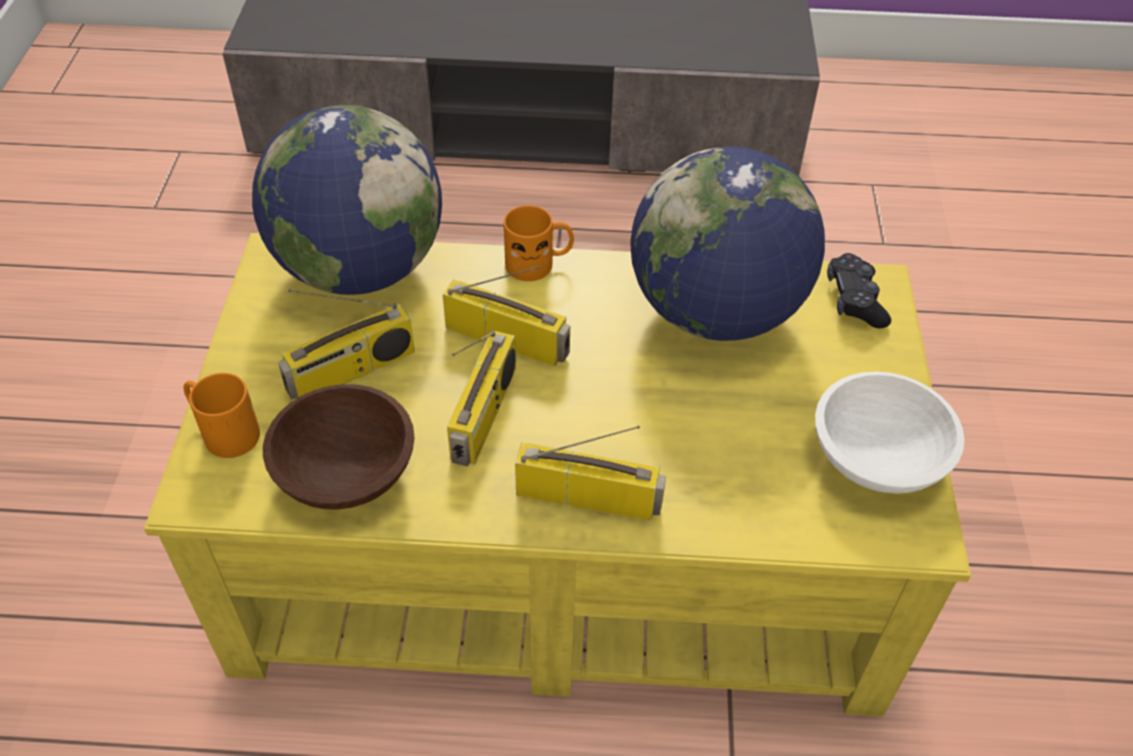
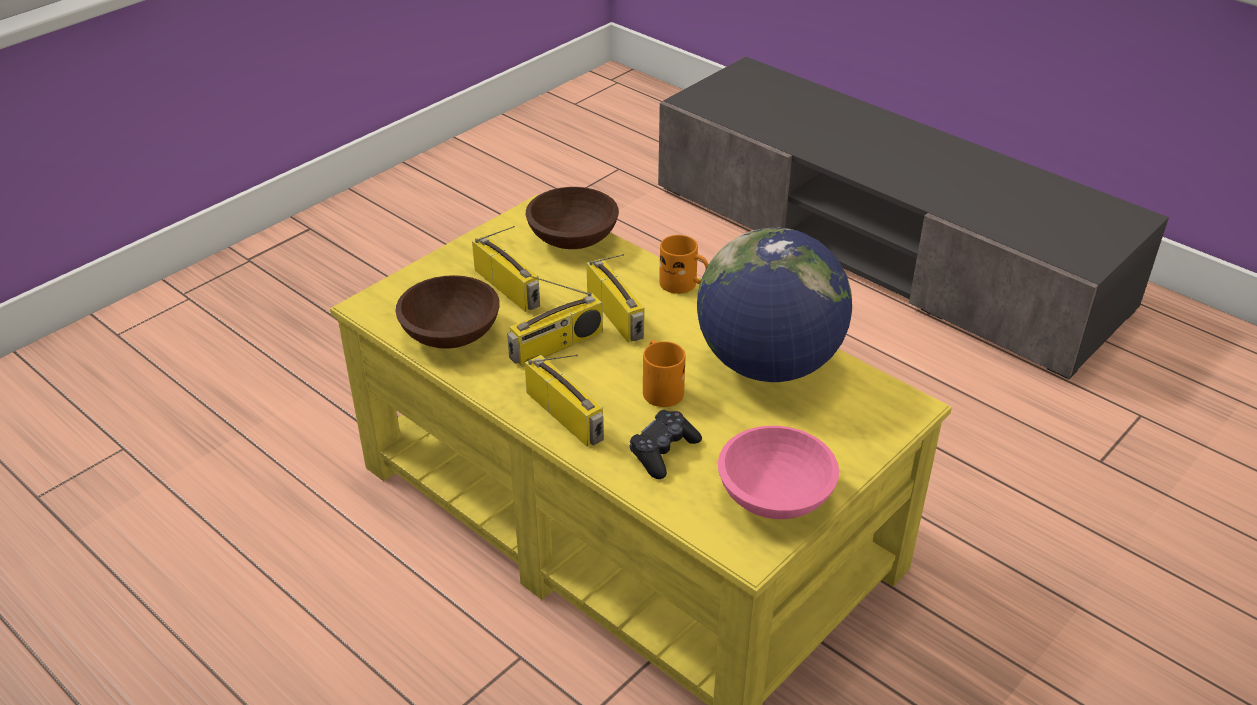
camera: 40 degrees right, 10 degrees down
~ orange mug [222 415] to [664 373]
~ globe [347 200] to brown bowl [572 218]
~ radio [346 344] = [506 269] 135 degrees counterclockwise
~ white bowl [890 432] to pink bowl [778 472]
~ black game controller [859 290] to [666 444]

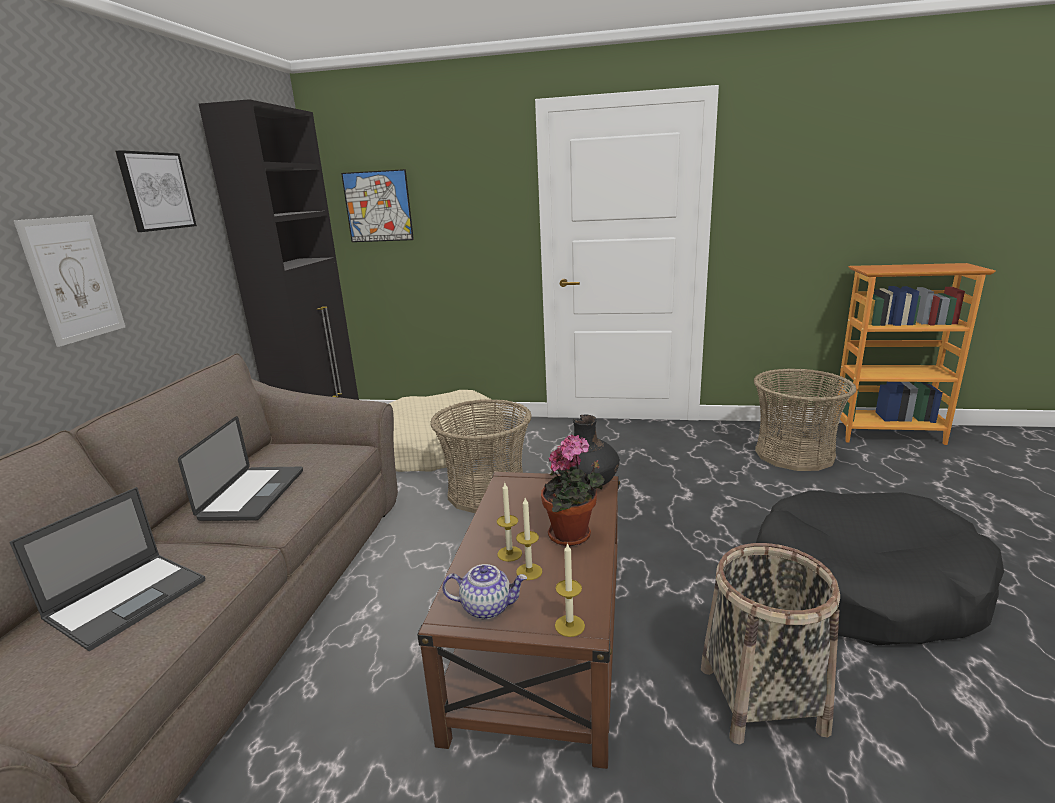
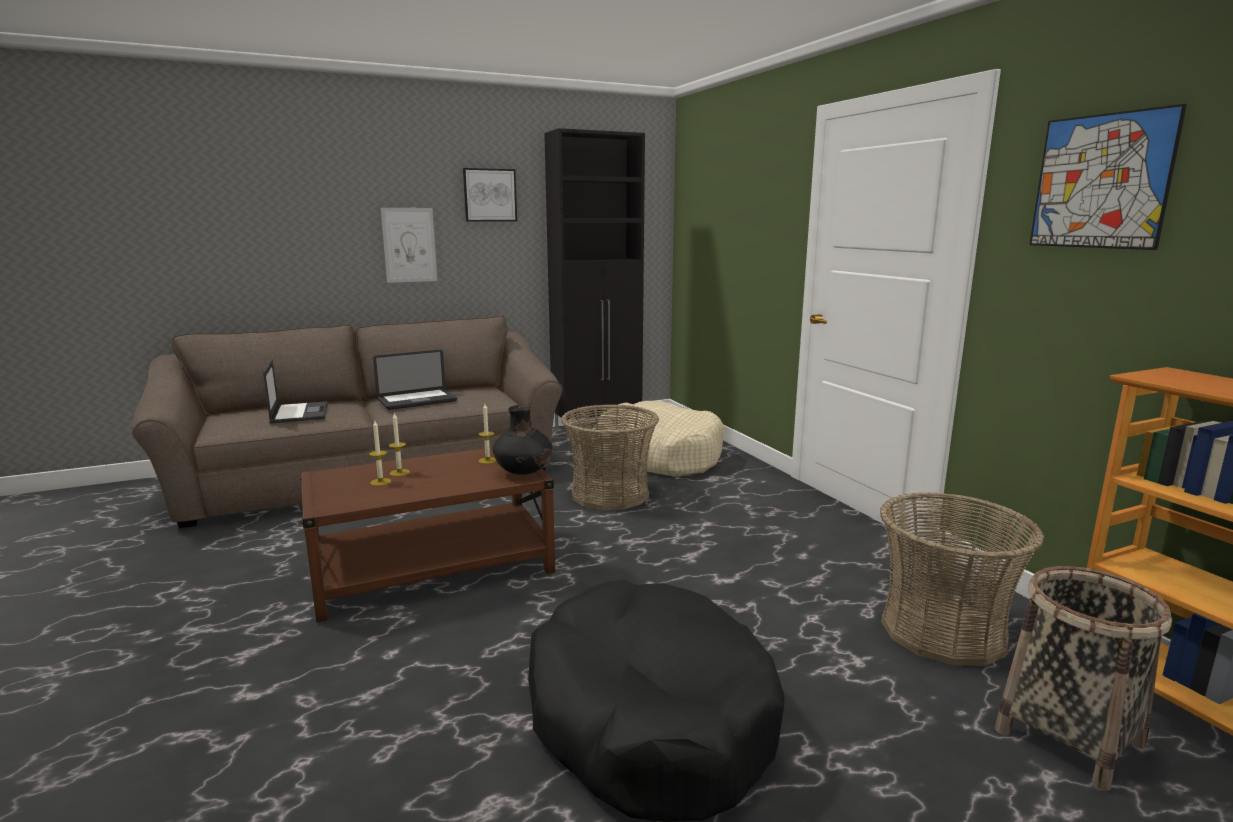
camera: 55 degrees right, 5 degrees down
~ laptop [107 569] = [295 392] 105 degrees counterclockwise
~ picture [377 205] to [1108 177]
- teapot [484 592]
- potted plant [573 490]
~ candle [570 590] to [487 434]
~ basket [770 644] to [1083 678]

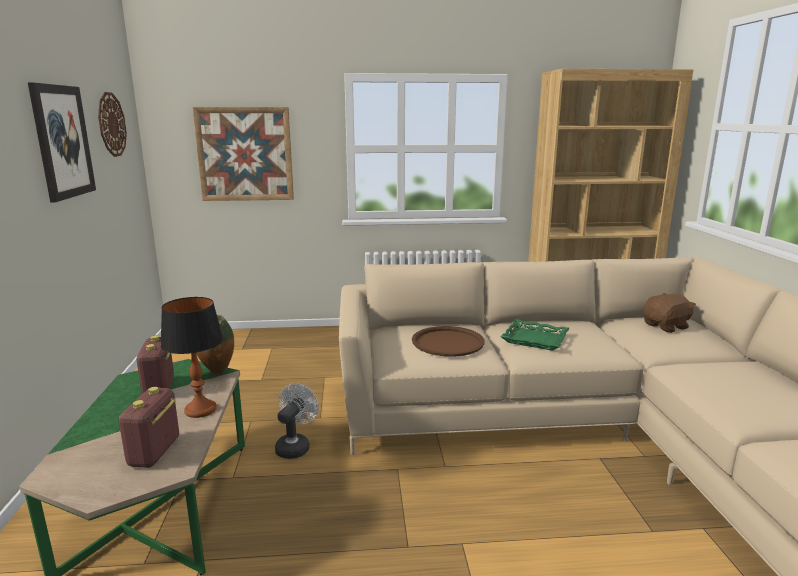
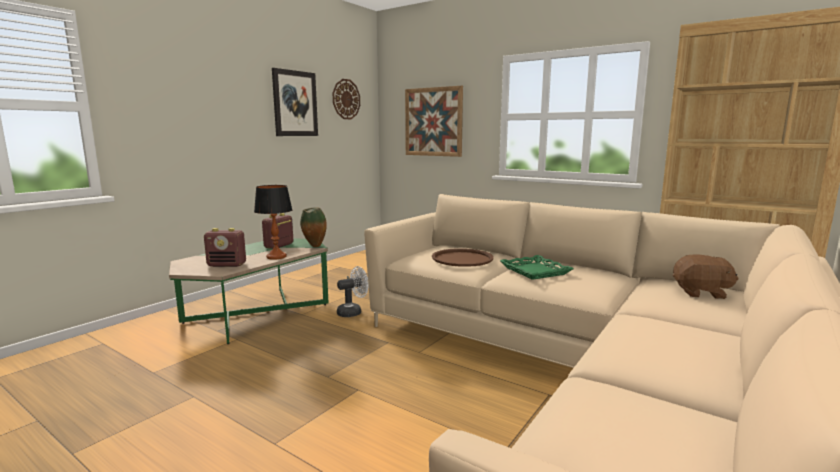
camera: 40 degrees right, 5 degrees down
~ radio [148 427] = [225 247] 135 degrees counterclockwise

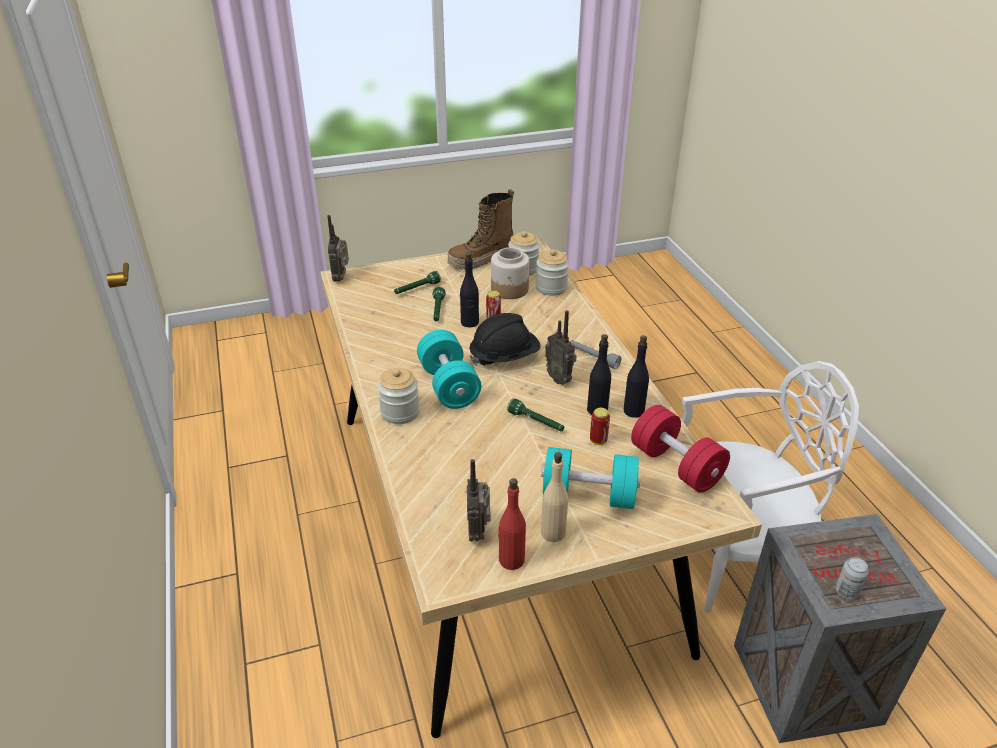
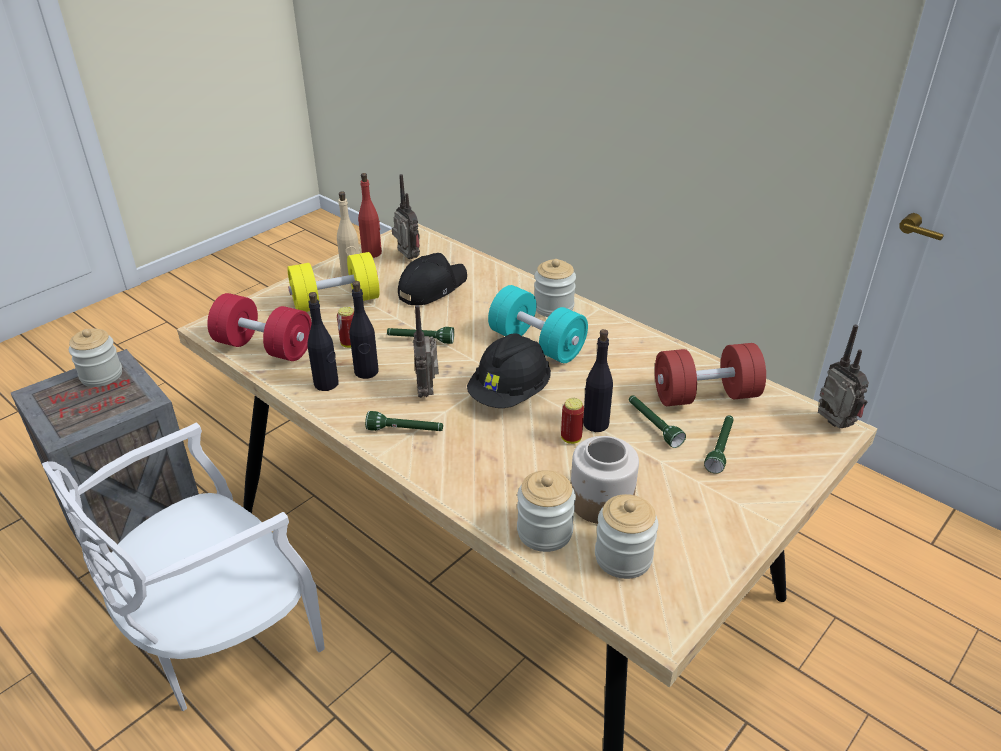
camera: 150 degrees right, 0 degrees up
- boot [481 229]
~ turquoise dumbbell [590 478] to yellow dumbbell [333 282]
~ radio [561 347] = [426 351] 120 degrees counterclockwise
~ grey flashlight [595 354] to green flashlight [404 421]
~ can [852 578] to jar [95 357]
+ black cap [432 279]
+ red dumbbell [710 374]

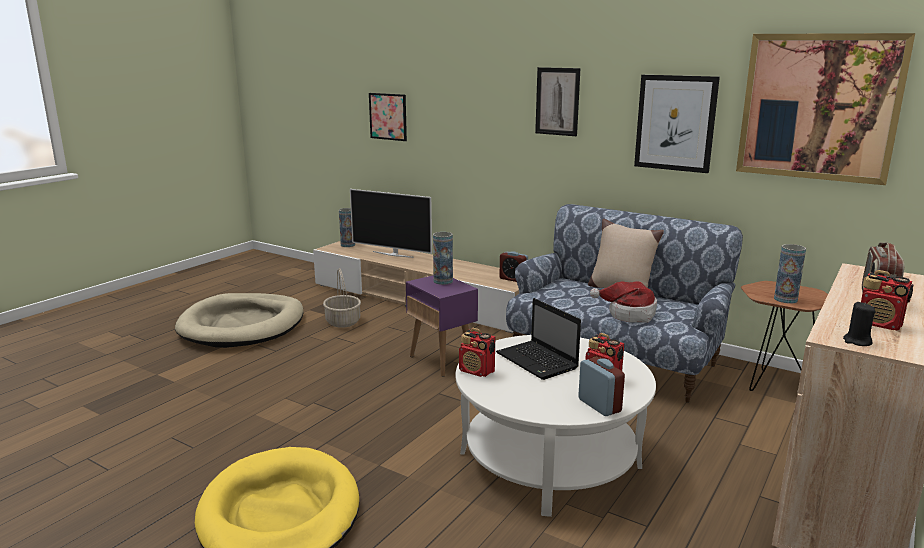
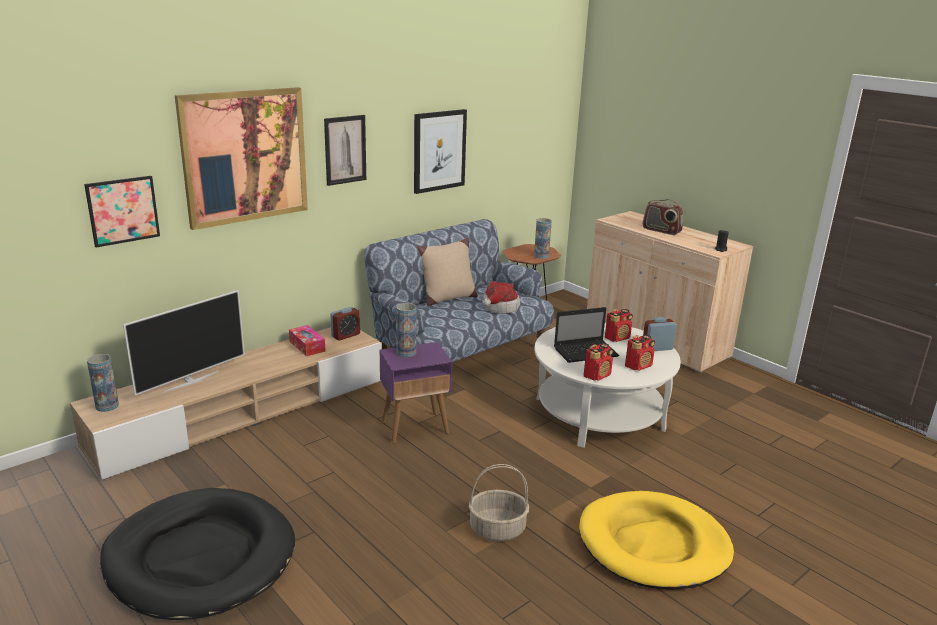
camera: 75 degrees left, 5 degrees up
~ beige dog bed [239 320] to black dog bed [197 554]
~ basket [342 298] to [499 503]
~ picture [825 109] to [241 158]
~ radio [887 300] to [640 353]
+ tissue box [307 340]

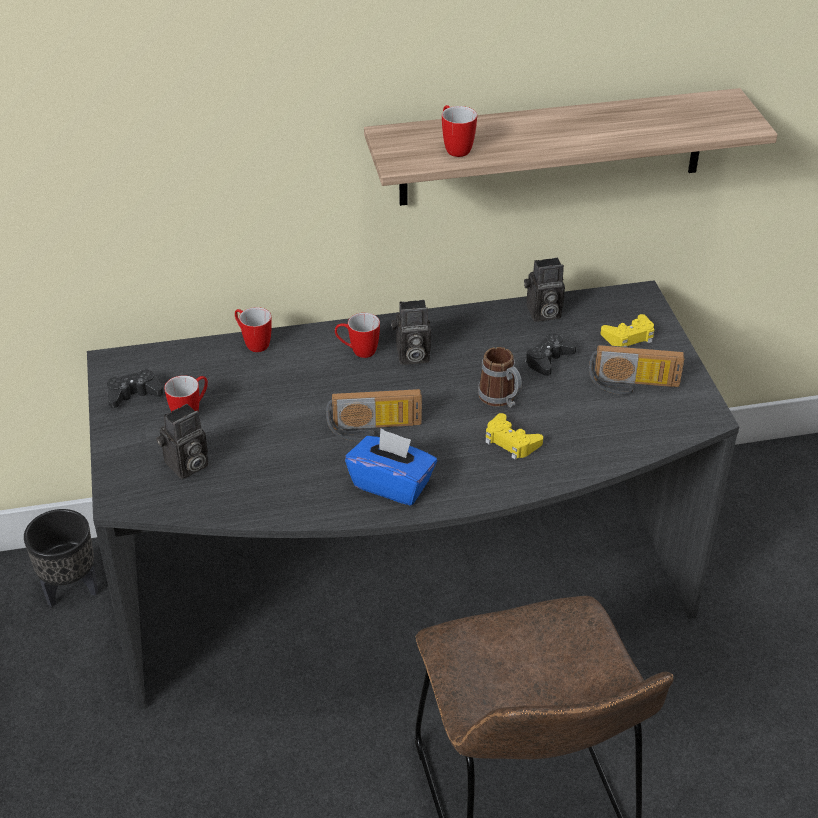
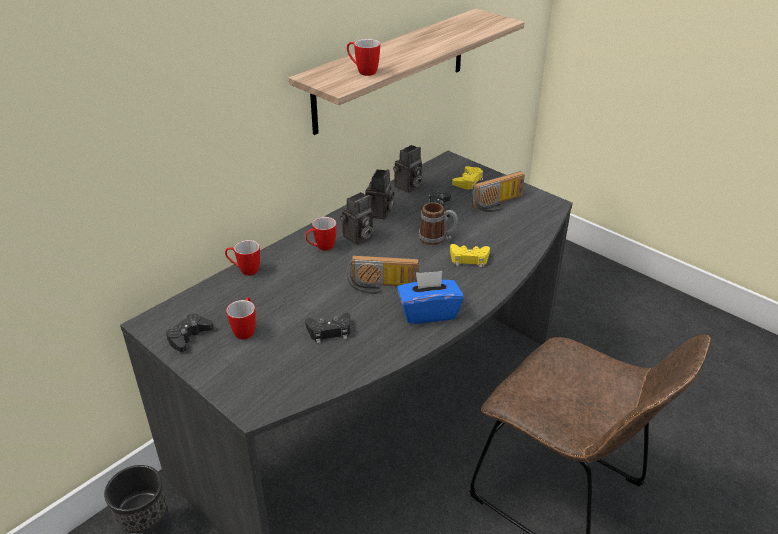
camera: 35 degrees left, 5 degrees down
~ photo camera [182 441] to [379 194]
~ radio [374 415] = [382 274] 45 degrees clockwise
+ black game controller [327 328]

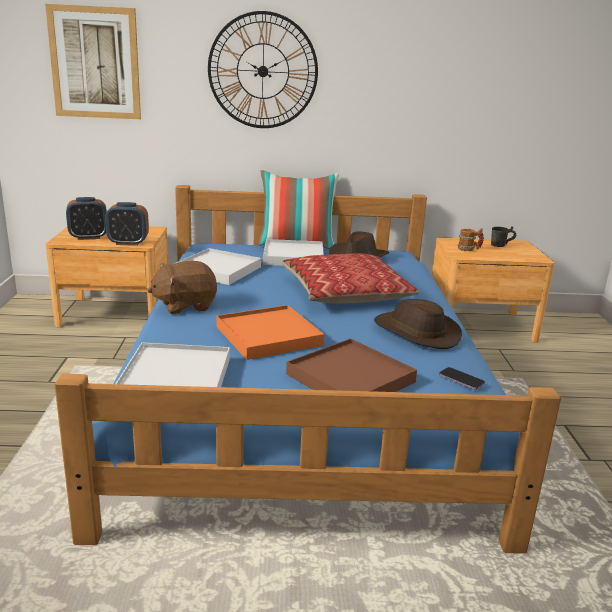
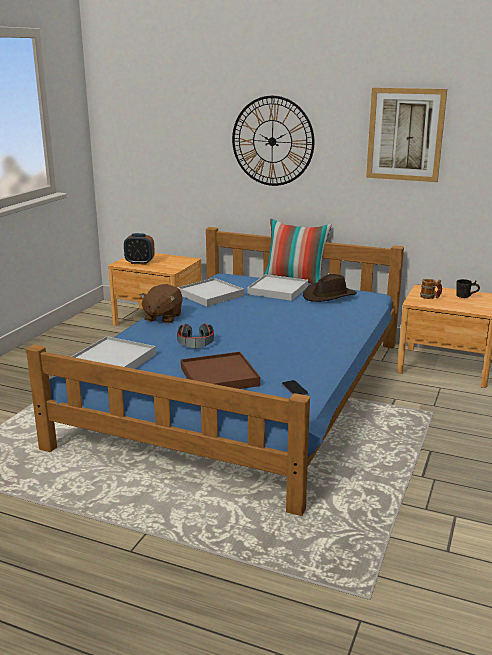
camera: 25 degrees right, 0 degrees up
~ picture [93 61] to [406 135]
- alarm clock [127 224]
~ brown plush toy [182 287] = [161 304] 75 degrees counterclockwise
~ orange tray [270 332] to headphones [195 336]
- pillow [350 278]
- brown hat [418 324]

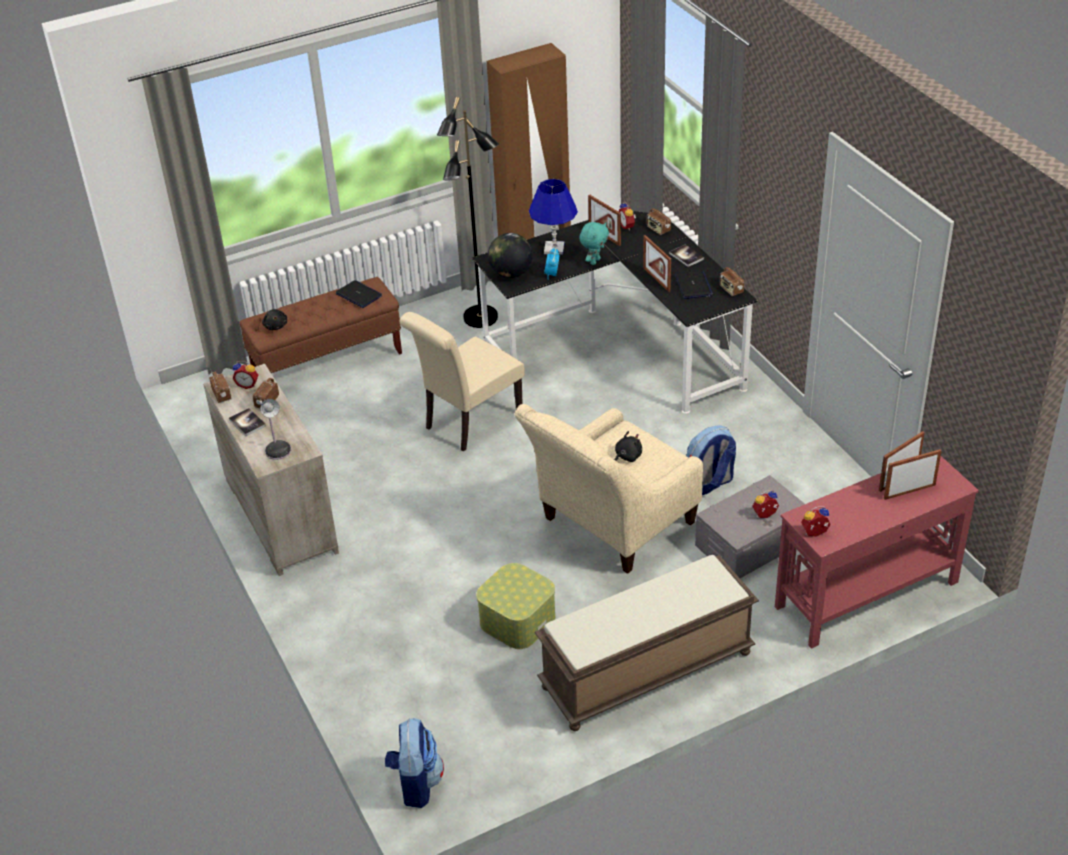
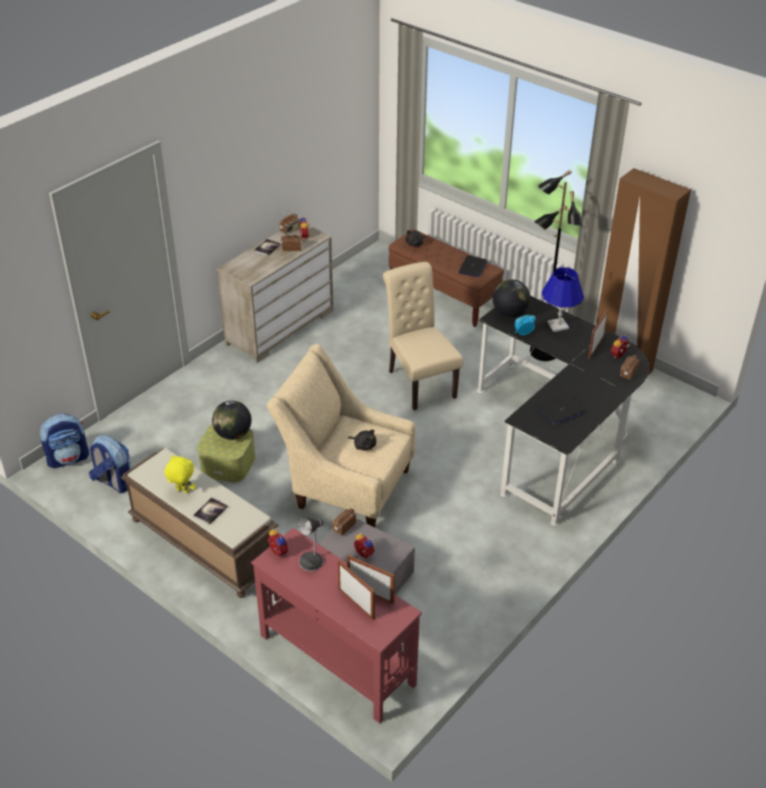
camera: 65 degrees right, 0 degrees up
~ table lamp [275 429] to [311 544]
~ beige chair [462 382] = [423 336] 45 degrees clockwise
- turquoise plush toy [594 243]
- picture frame [657 263]
~ book [686 256] to [210 511]
~ backpack [711 460] to [110 464]
~ radio [732 281] to [344 522]
+ yellow plush toy [180 474]
+ globe [231 420]

